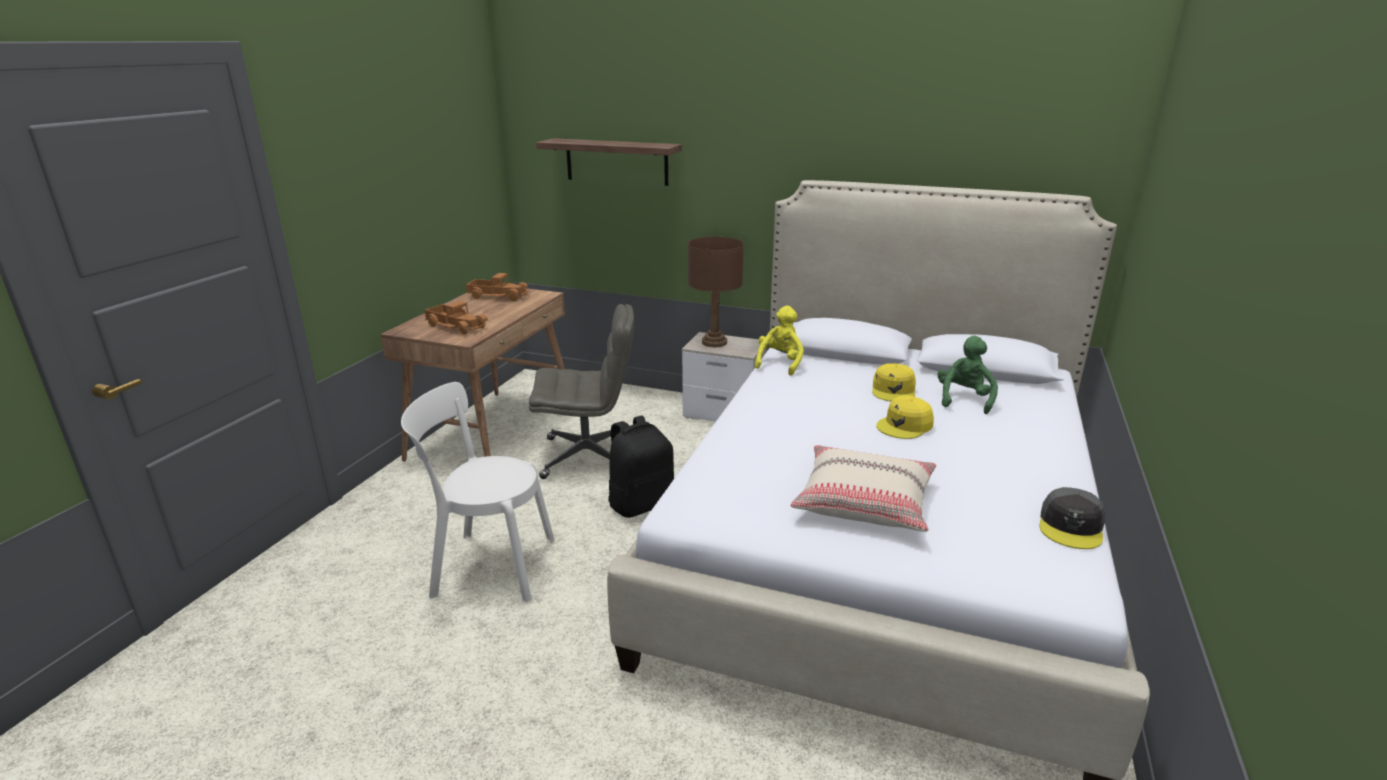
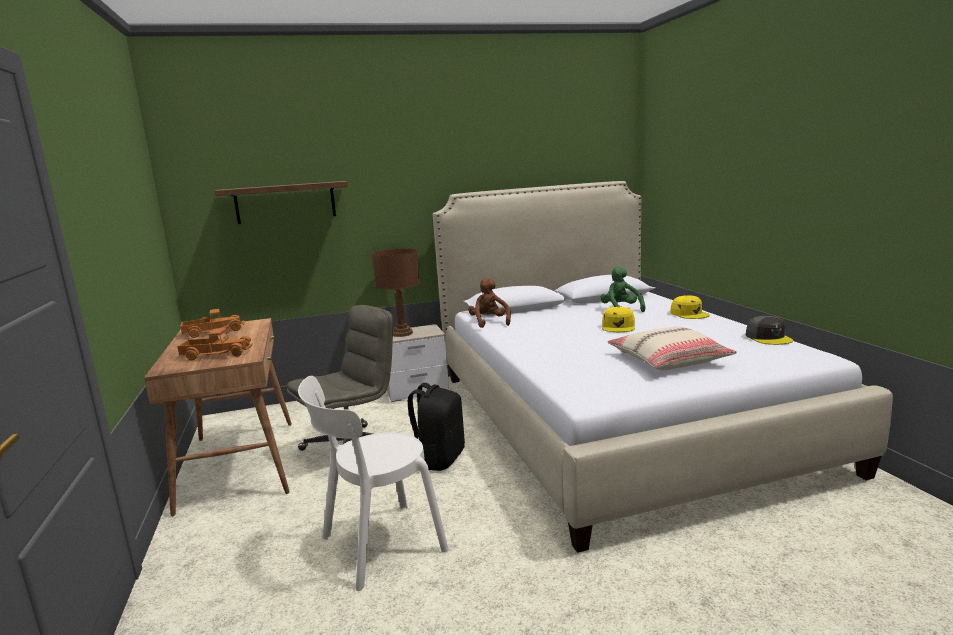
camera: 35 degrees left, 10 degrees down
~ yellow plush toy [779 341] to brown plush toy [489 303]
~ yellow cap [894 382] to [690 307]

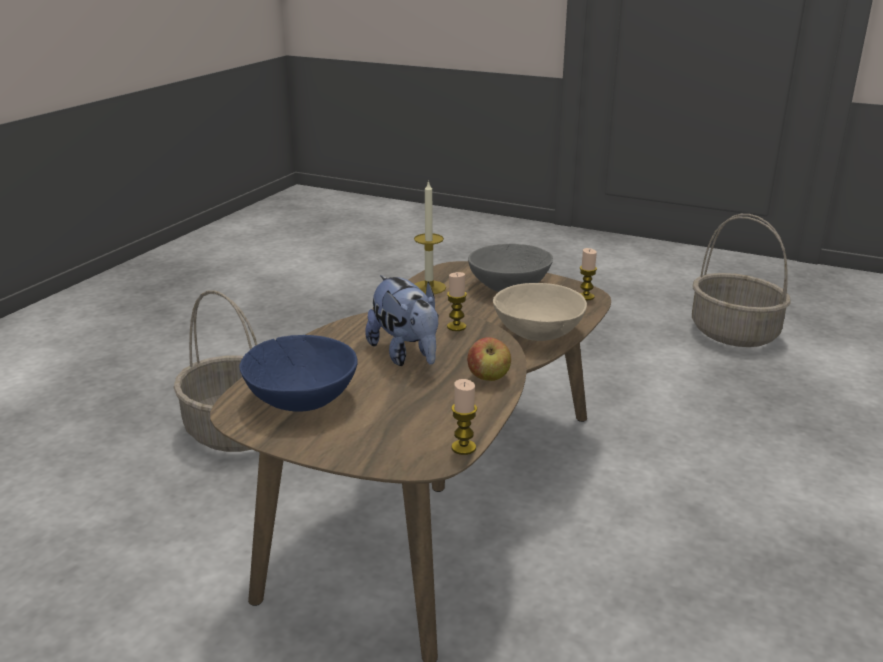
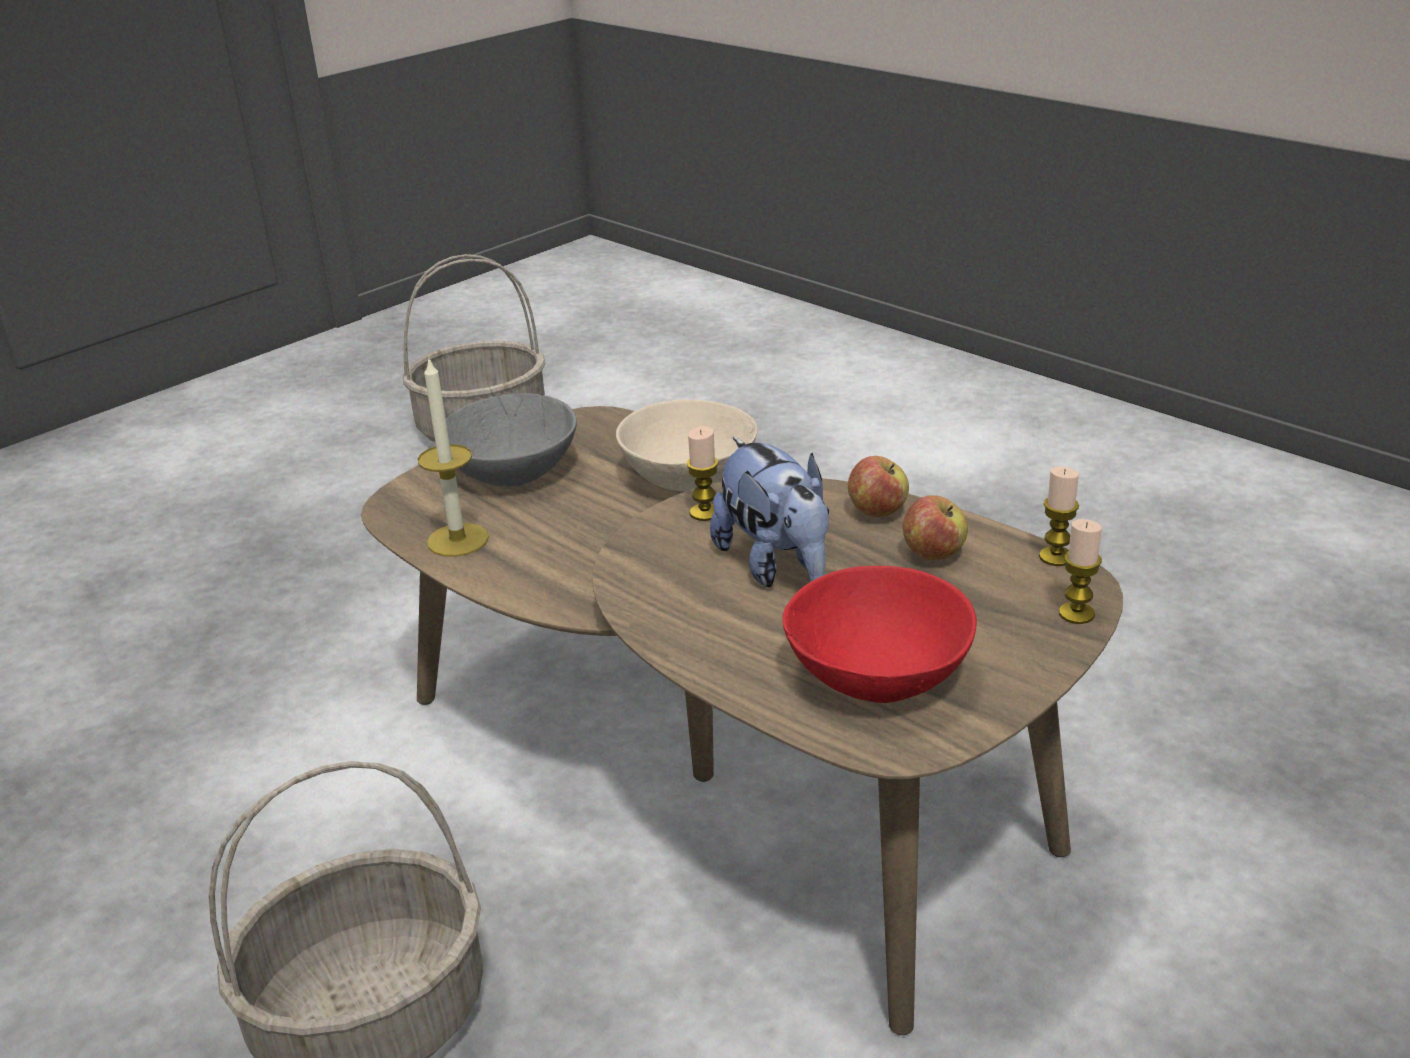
camera: 70 degrees left, 5 degrees up
~ blue bowl [298 373] to red bowl [880 634]
~ plush toy [402 320] = [769 512] 75 degrees clockwise
~ candle [588 274] to [1080 571]
+ apple [935 527]

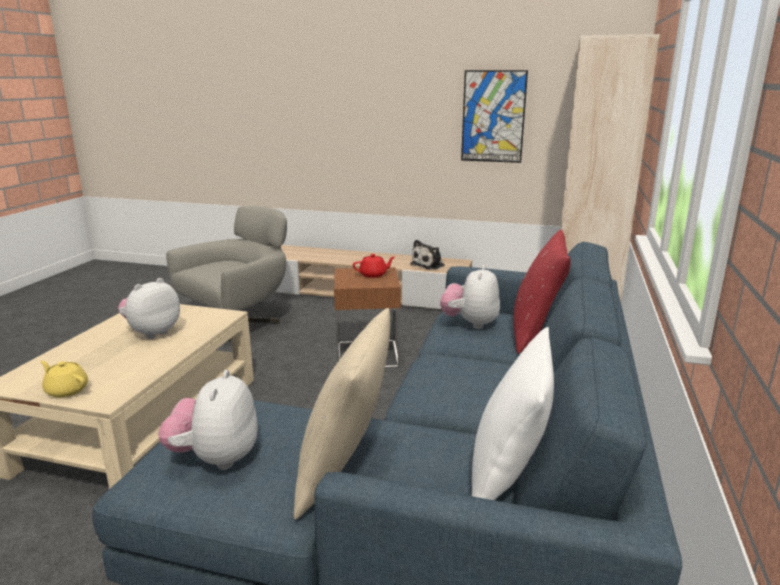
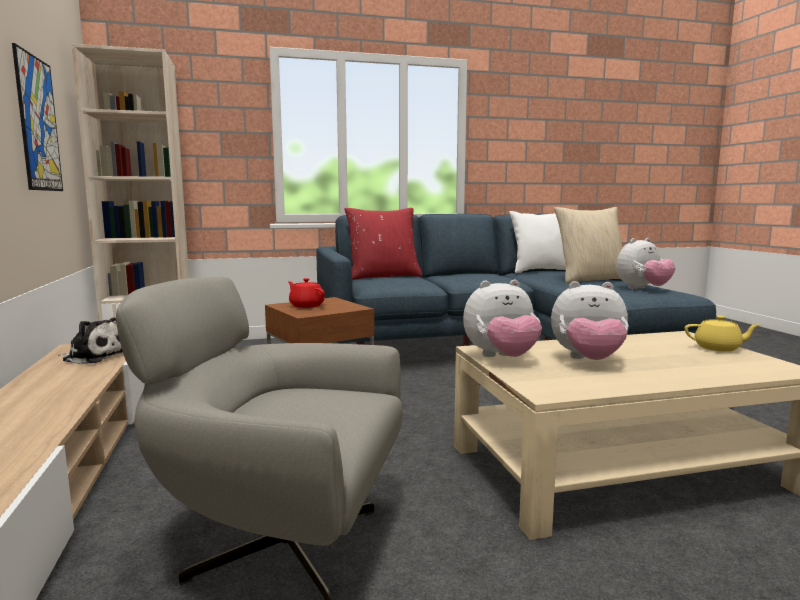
camera: 120 degrees left, 10 degrees down
~ yellow teapot [64 379] = [722 334] 75 degrees counterclockwise
~ plush toy [470 297] to [502 318]

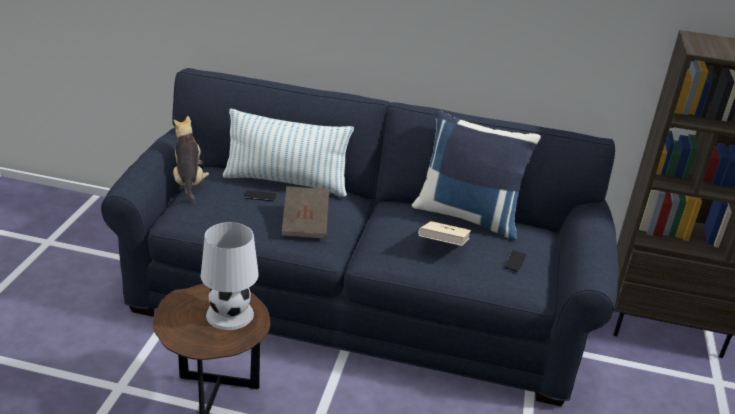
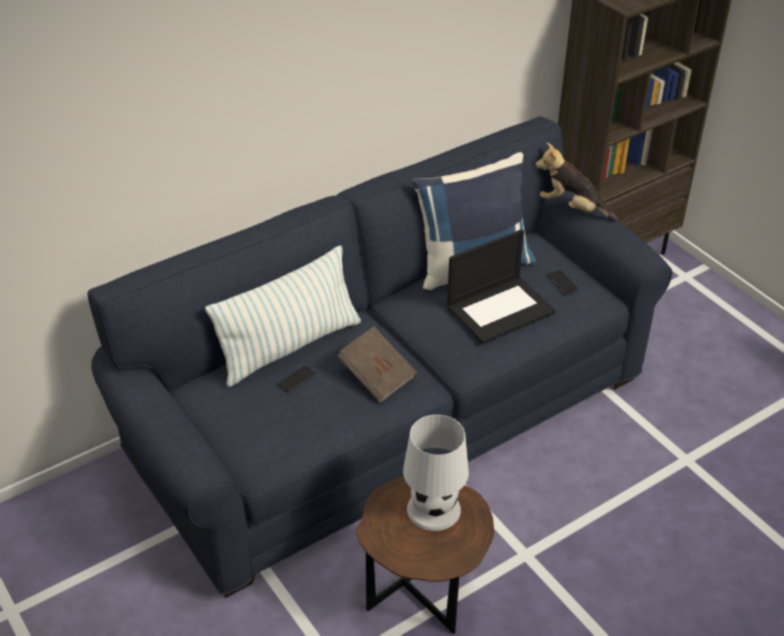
camera: 45 degrees left, 10 degrees up
~ plush toy [191 160] to [576 182]
~ beige book [444 233] to laptop [501 286]

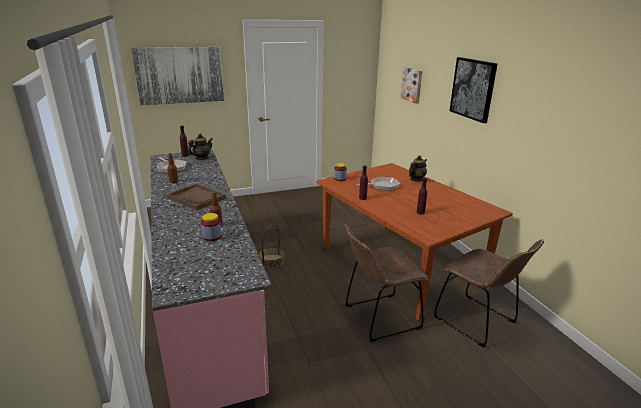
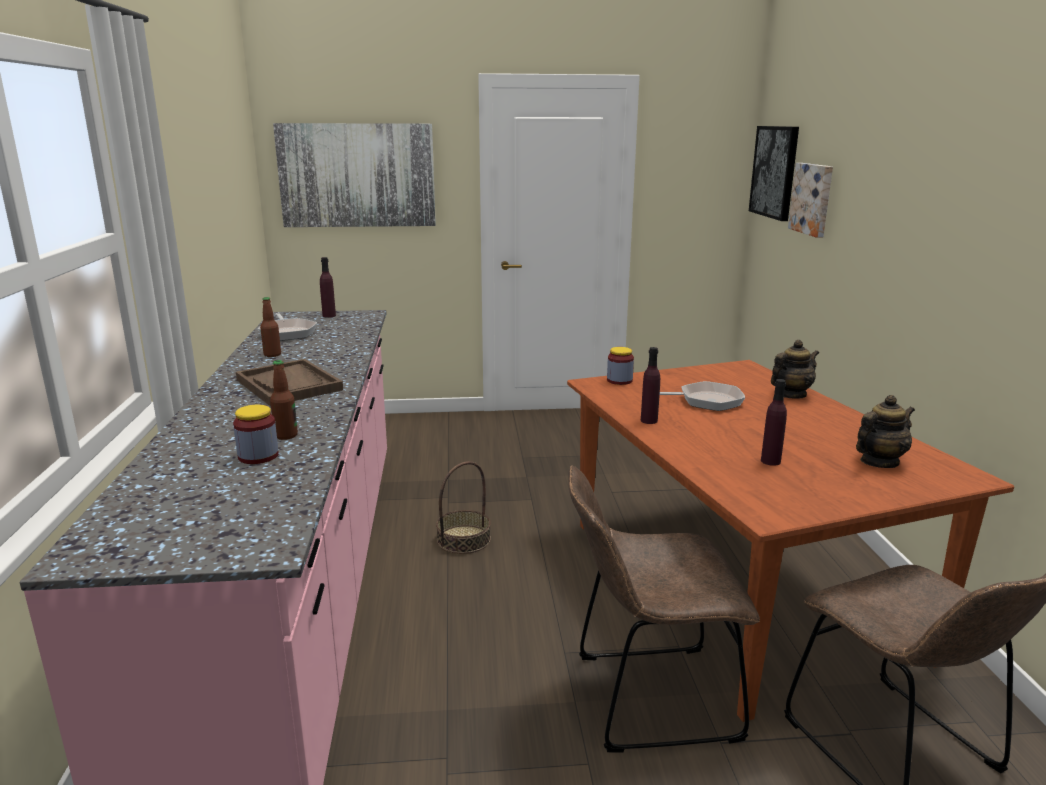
camera: 15 degrees right, 5 degrees down
~ teapot [200 147] to [885 431]
~ picture [473 90] to [774 173]

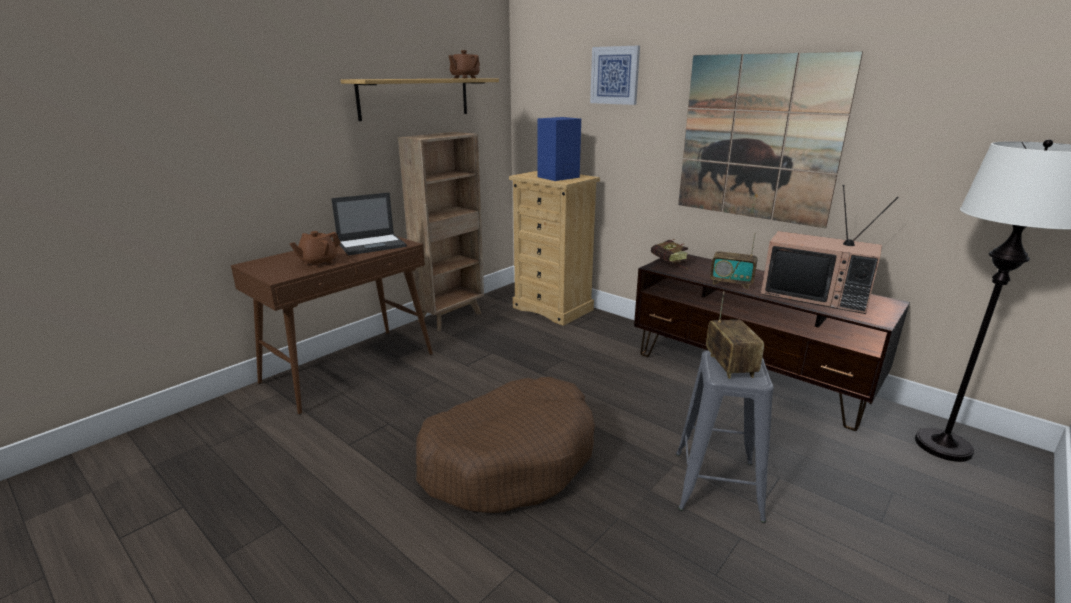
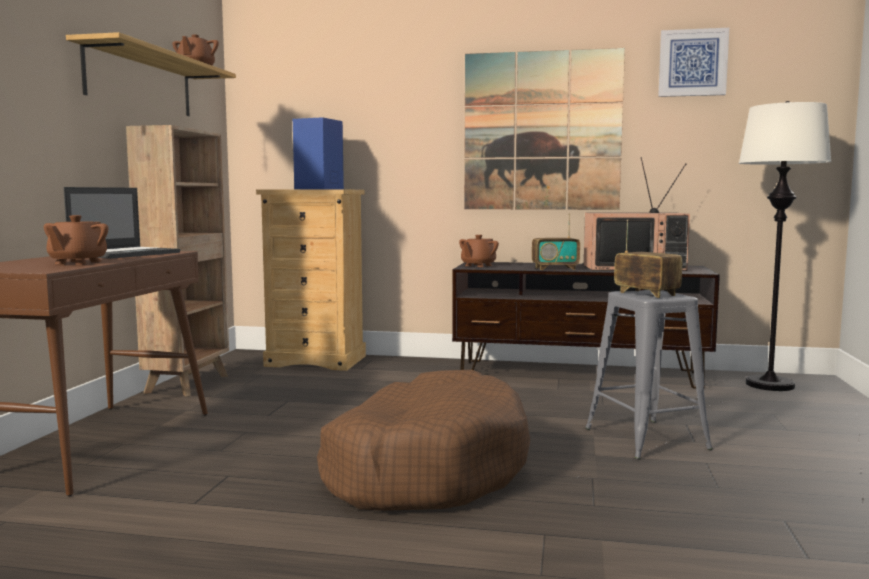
camera: 30 degrees left, 15 degrees down
~ picture [615 75] to [693 62]
~ book [669 254] to brown teapot [479 251]

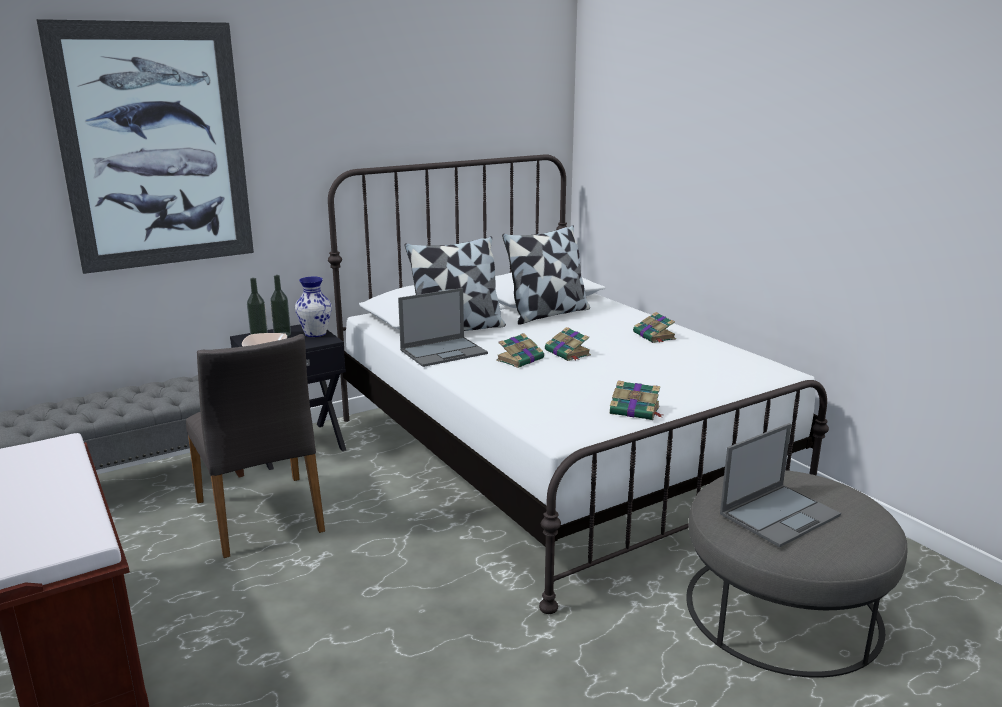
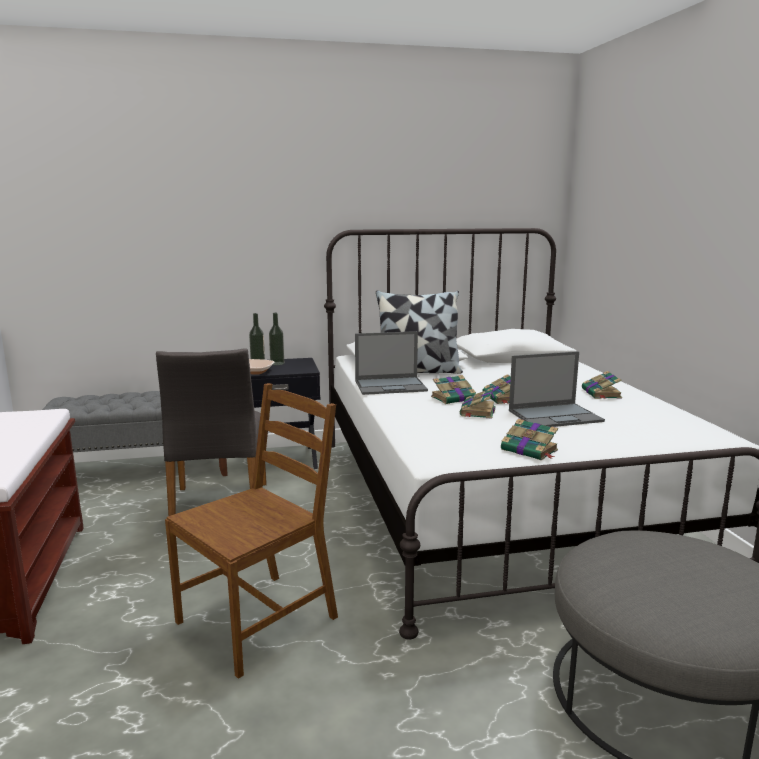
camera: 20 degrees right, 5 degrees down
- picture [145 146]
- vase [313 307]
- pillow [546 275]
~ laptop [780 485] to [557 389]
+ brown chair [251 531]
+ book [478 403]

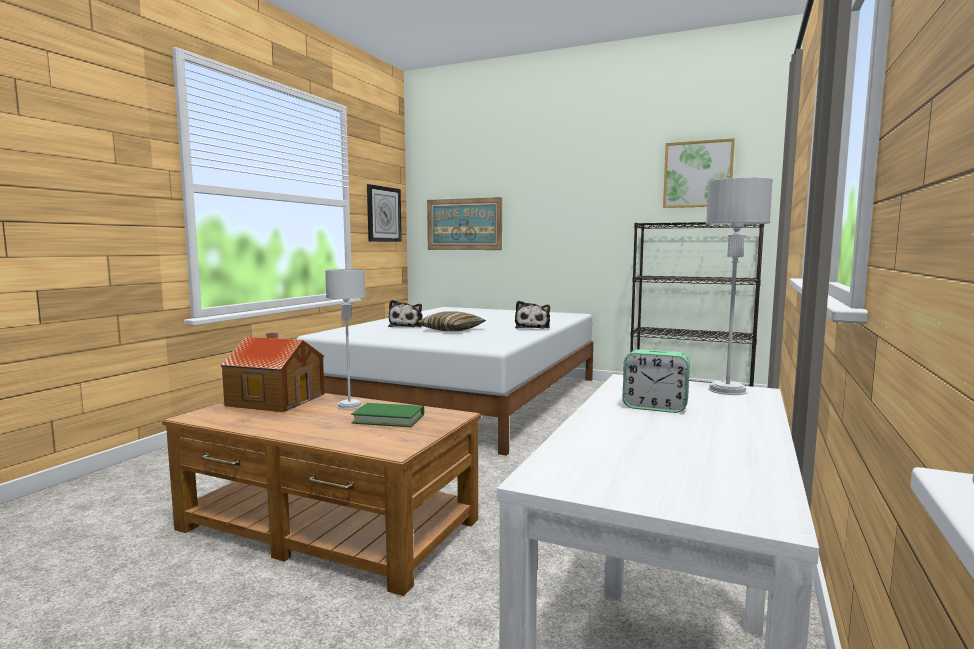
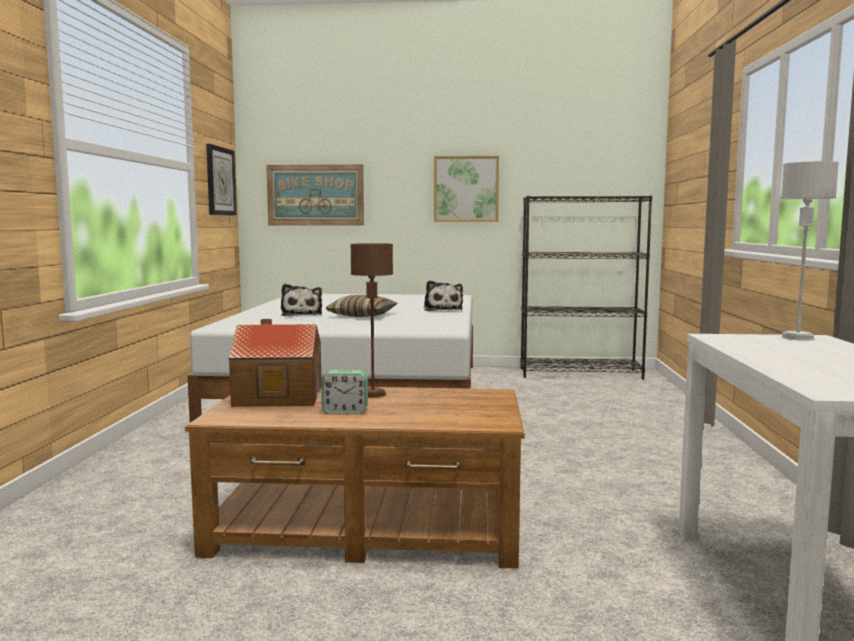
camera: 20 degrees left, 0 degrees up
~ grey table lamp [345 339] to brown table lamp [371 320]
- green book [387 415]
~ alarm clock [656 381] to [344 392]
~ picture [699 173] to [466 189]

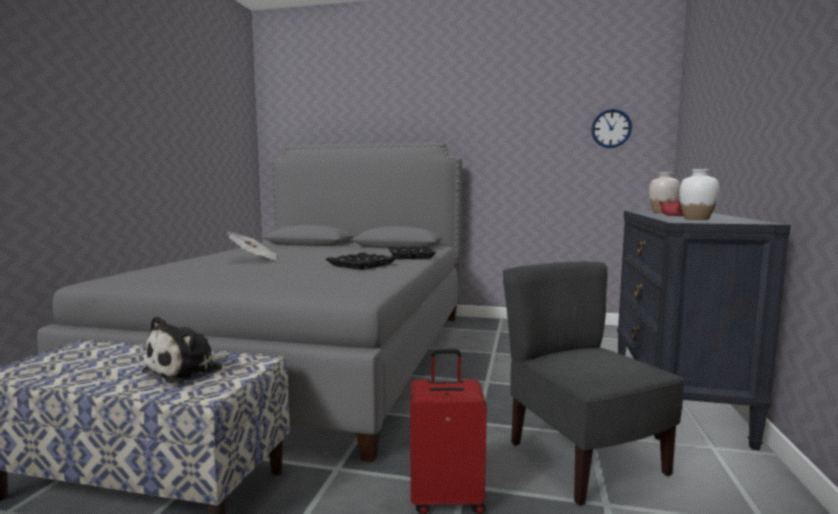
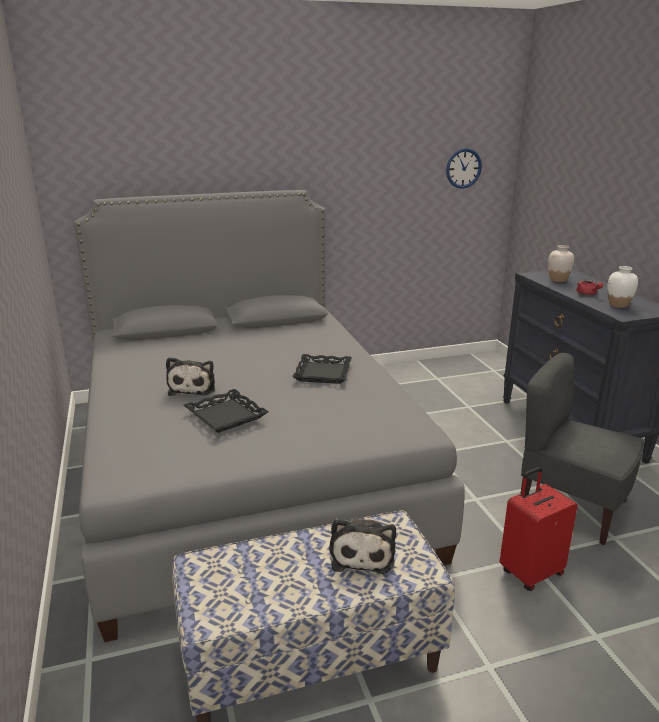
camera: 30 degrees left, 15 degrees up
~ newspaper [252 246] to plush toy [190 376]
~ black tray [411 252] to [226 411]

